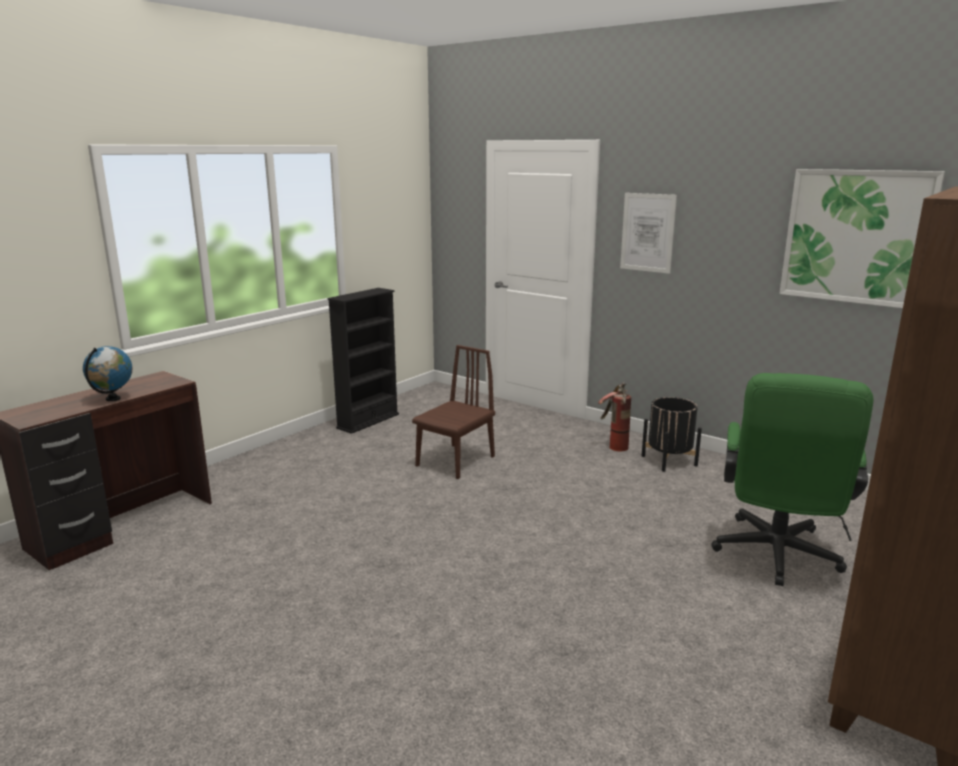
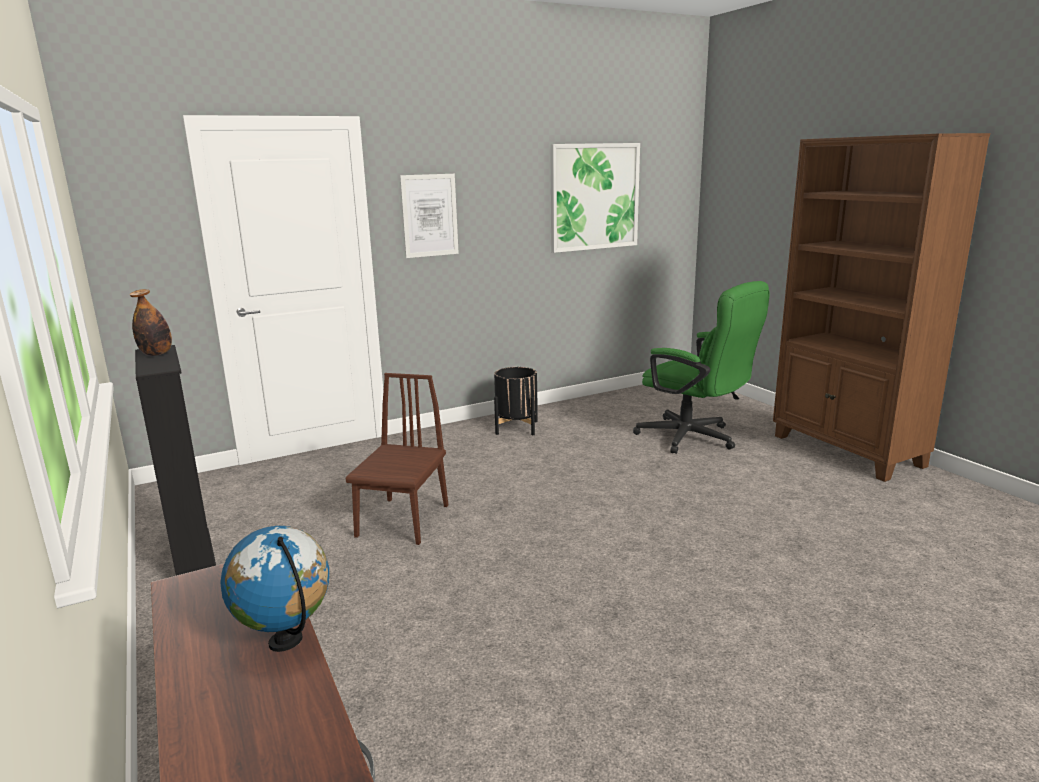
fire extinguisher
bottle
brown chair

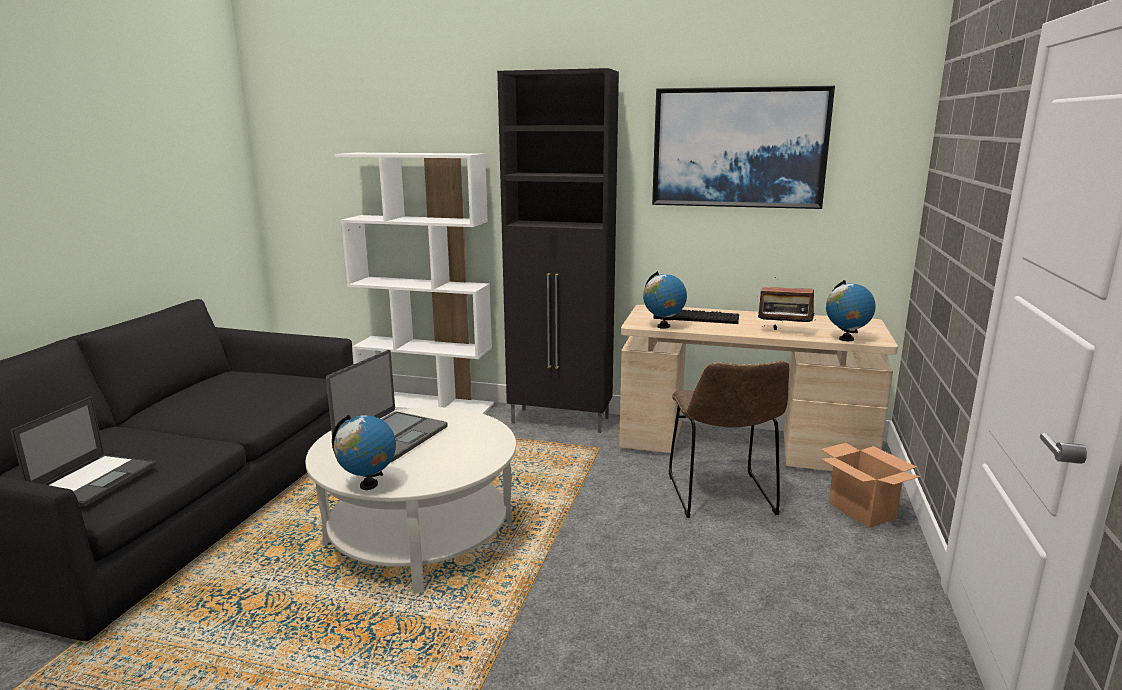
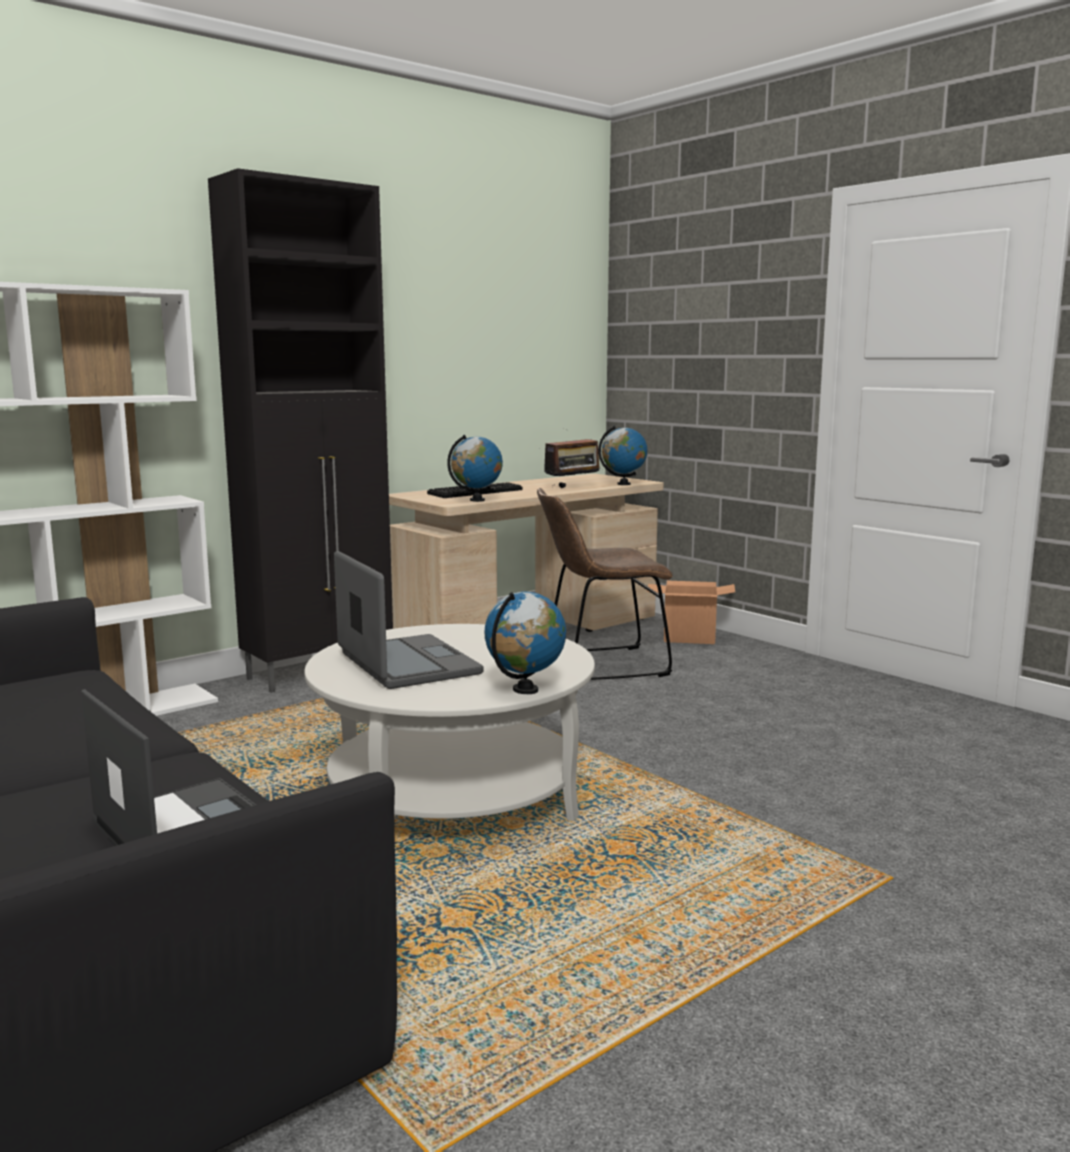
picture
brown chair

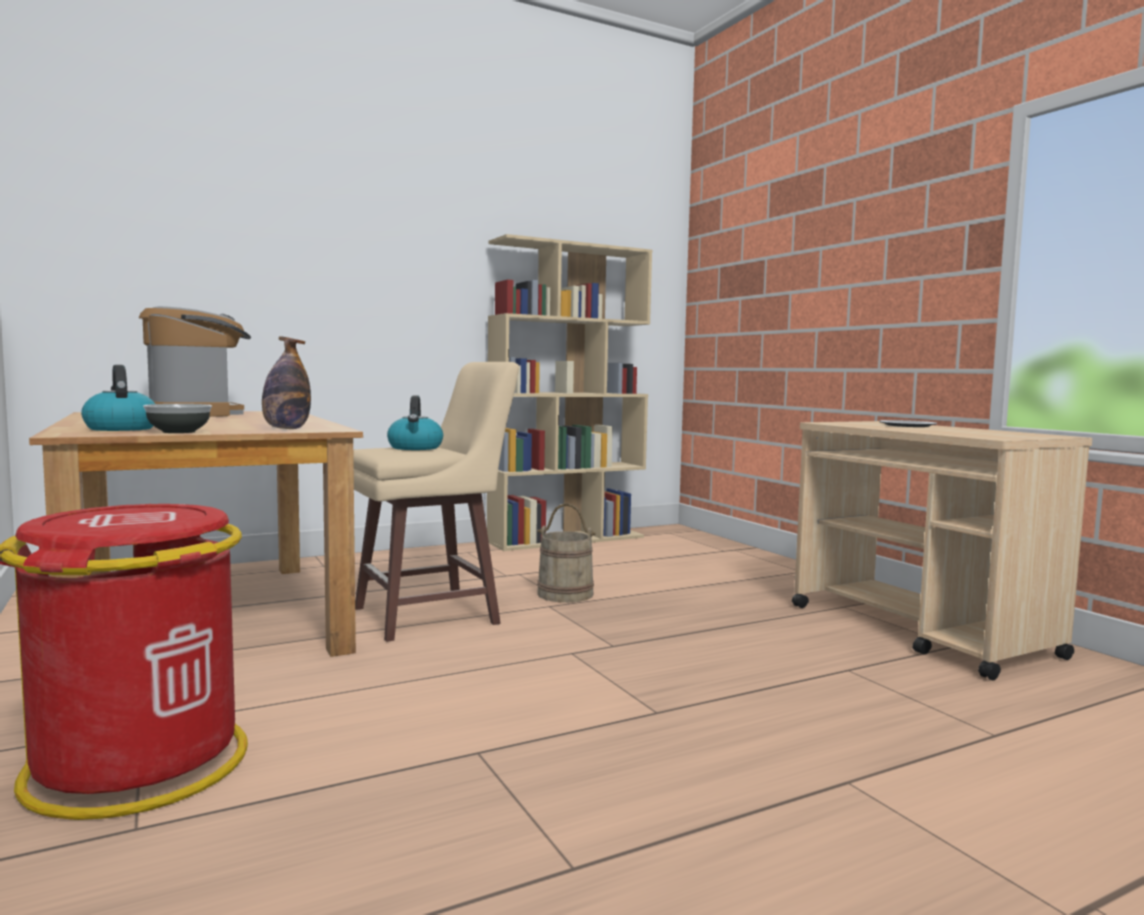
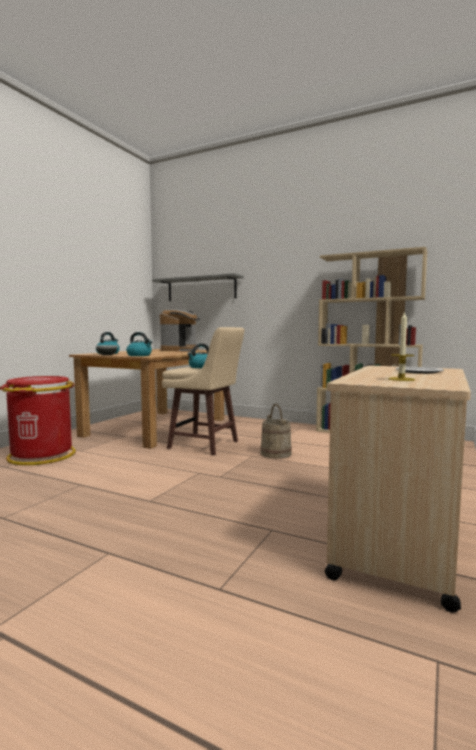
grey shelf
candle
kettle (2nd from left)

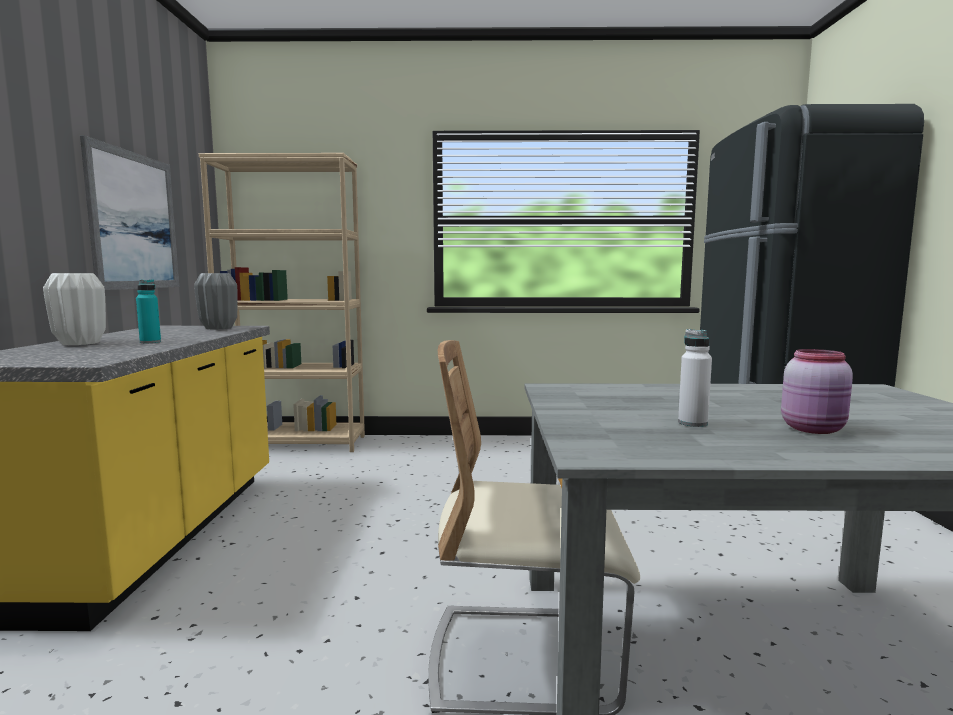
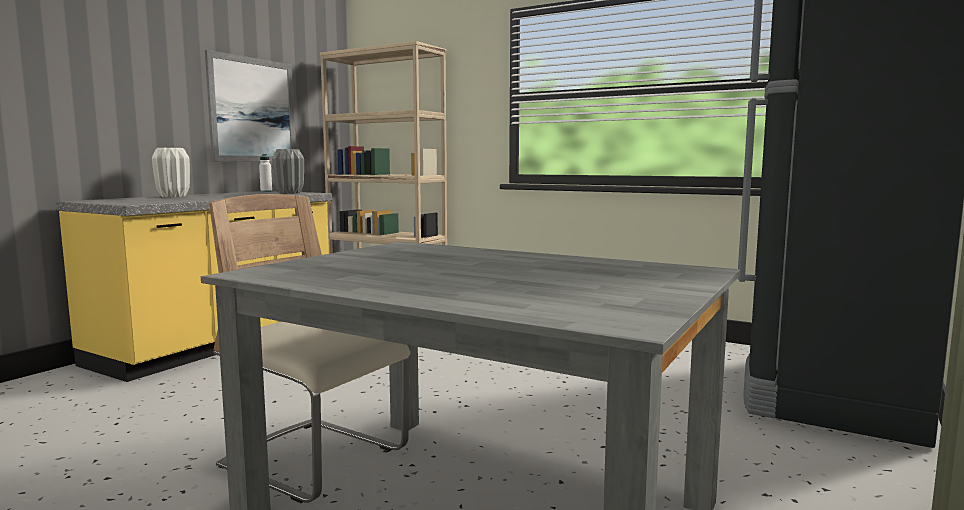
turquoise bottle
pink jar
white bottle

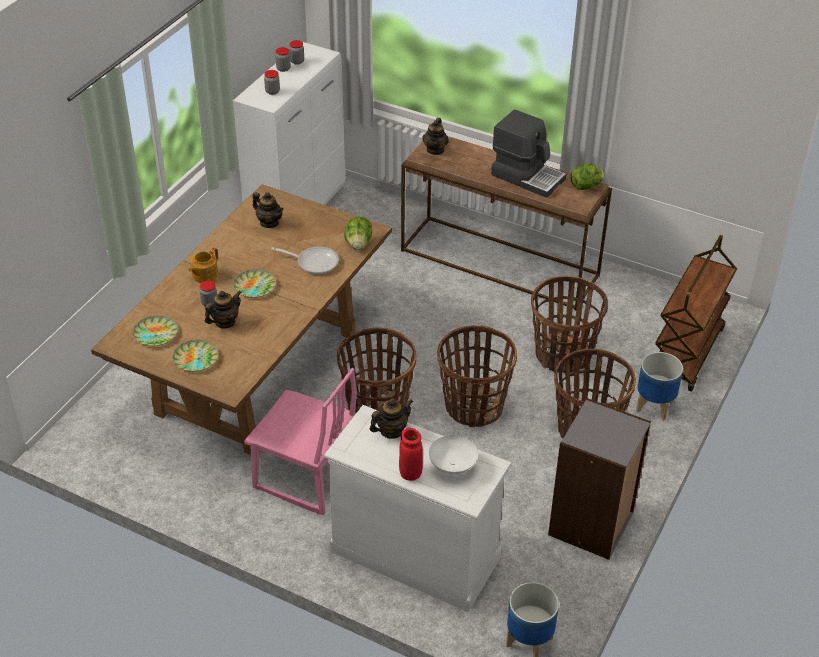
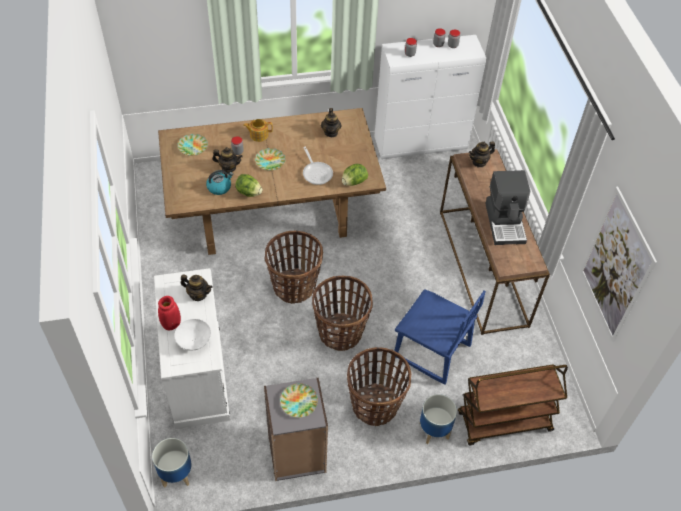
pink chair
kettle
picture
plate (3rd from left)
lettuce (1st from left)
blue chair

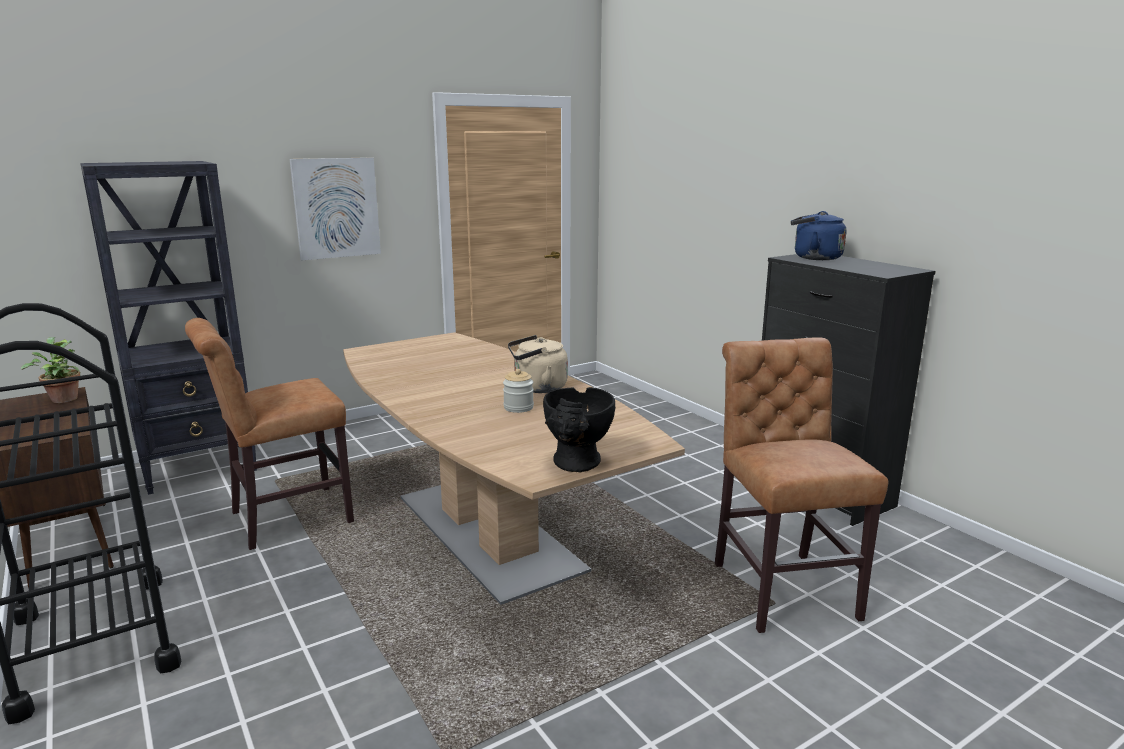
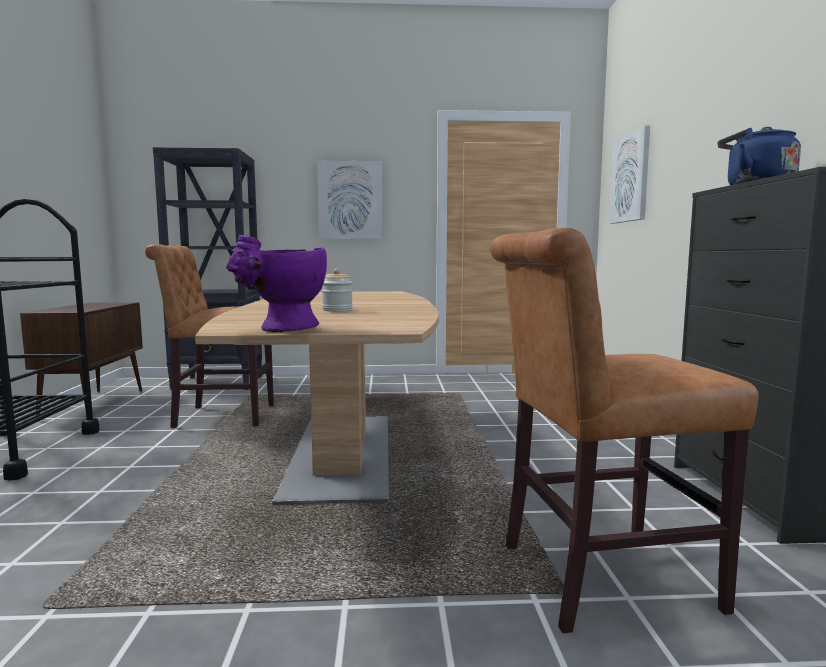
potted plant
beige kettle
picture (2nd from left)
purple vase
brown chair (2nd from left)

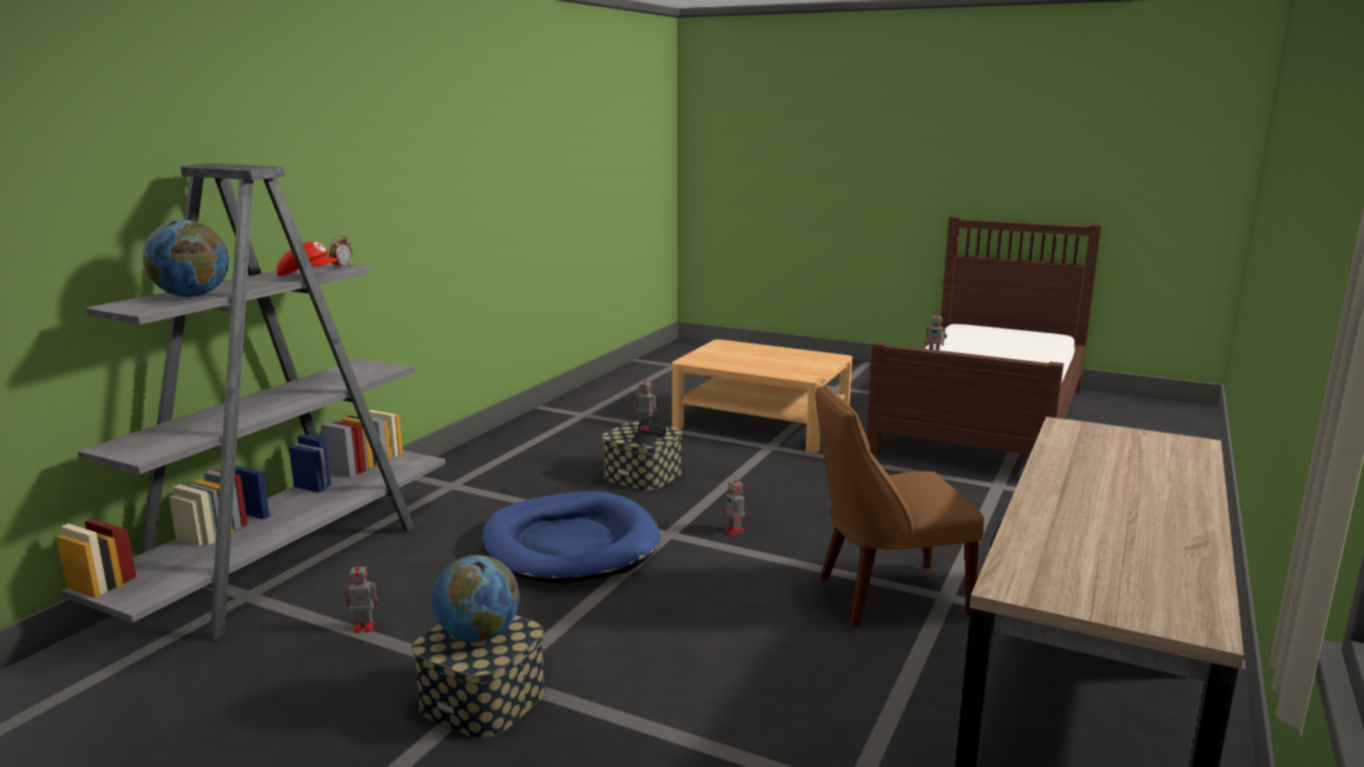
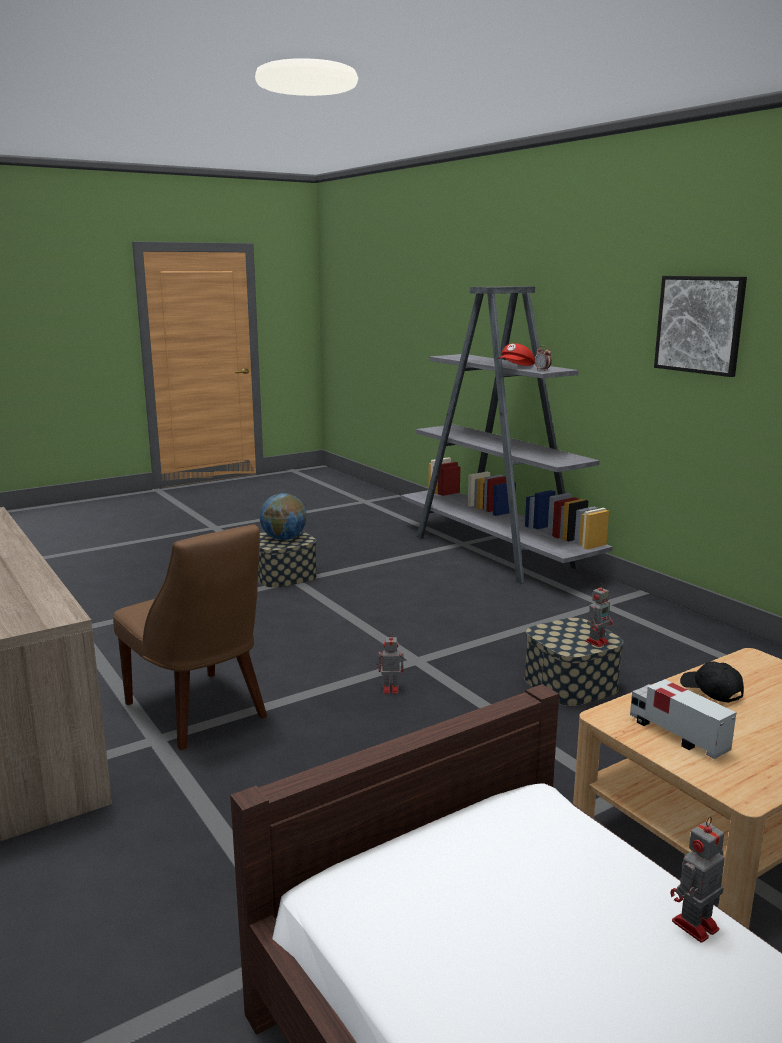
globe (1st from left in the first image)
toy robot (1st from left in the first image)
blue dog bed
toy truck
picture
black cap
brown chair

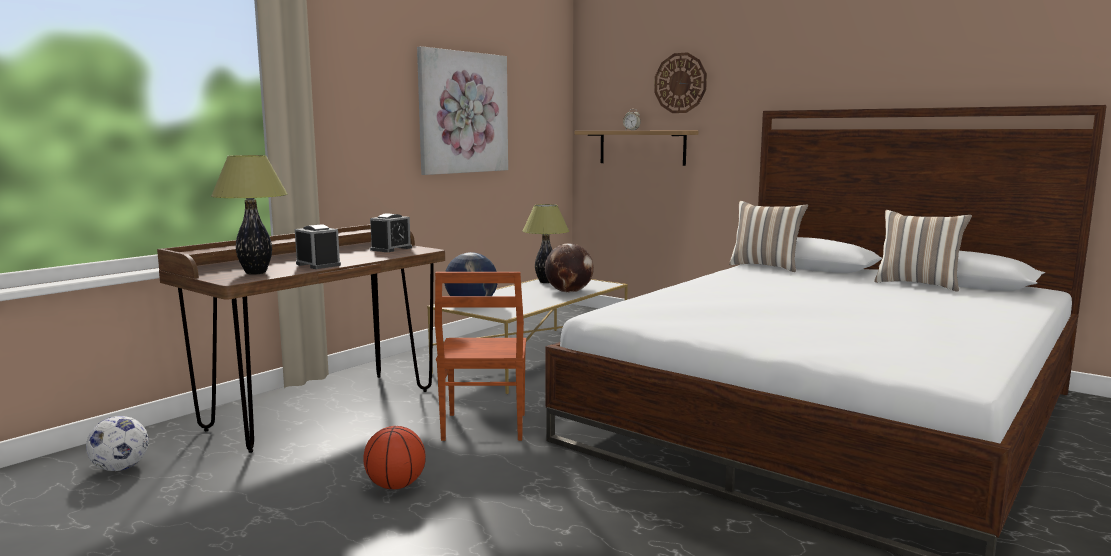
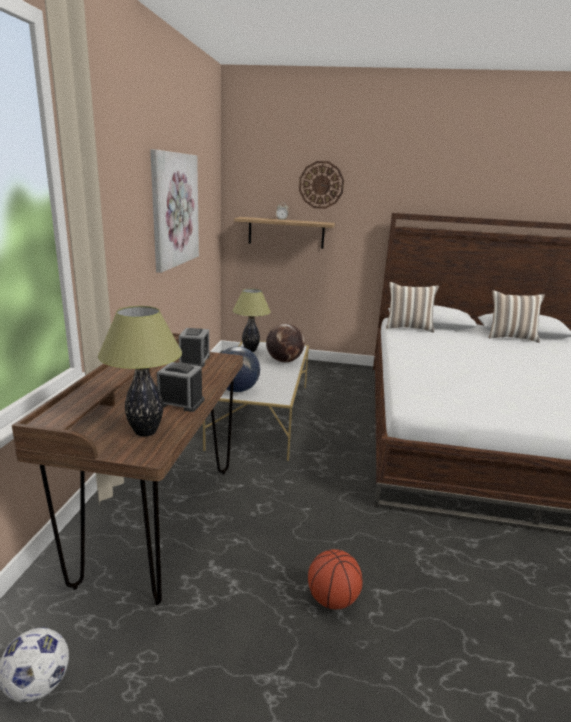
brown chair

